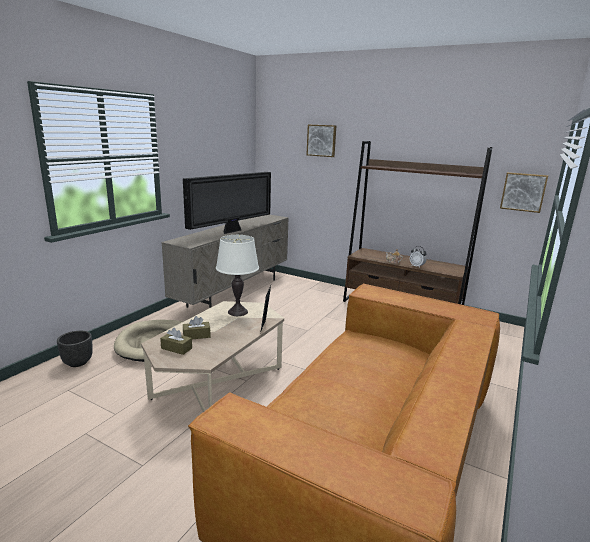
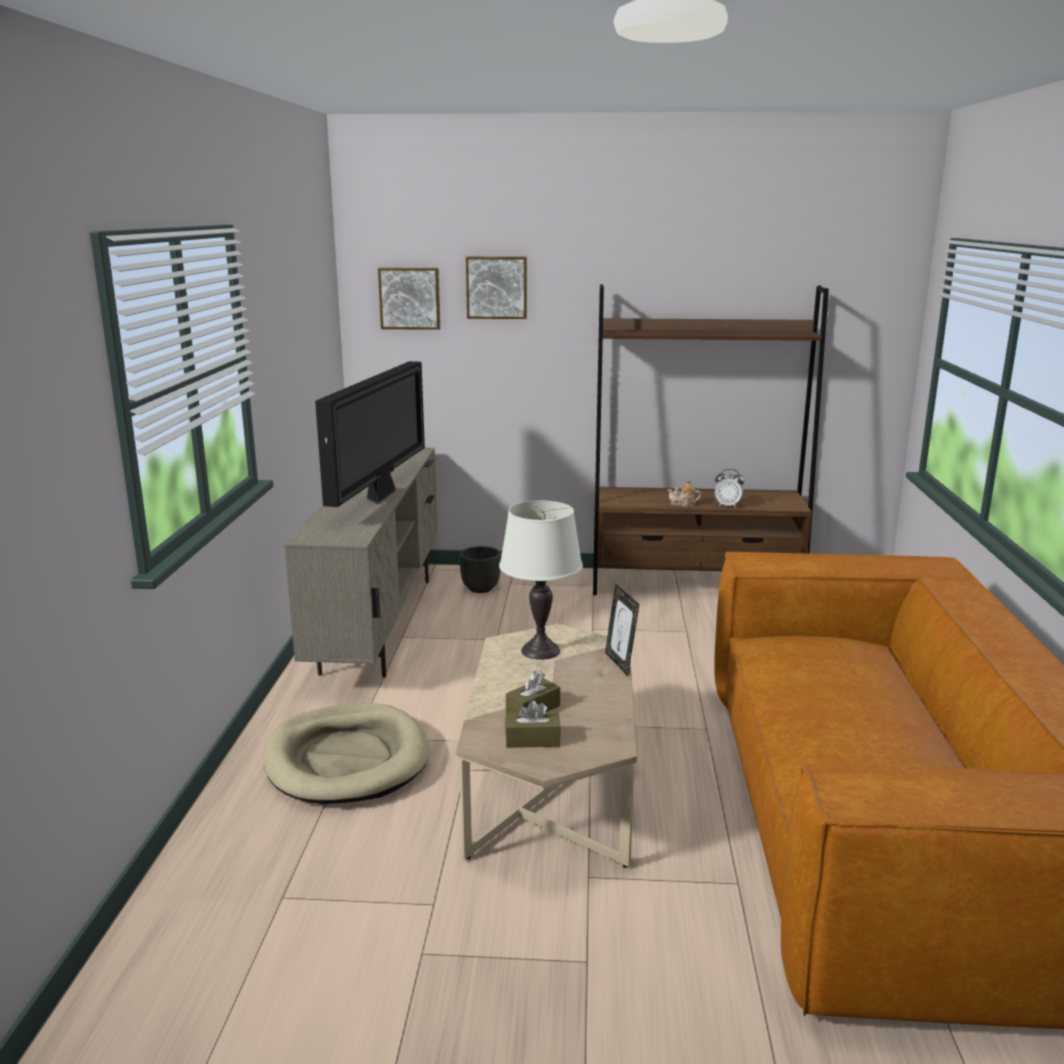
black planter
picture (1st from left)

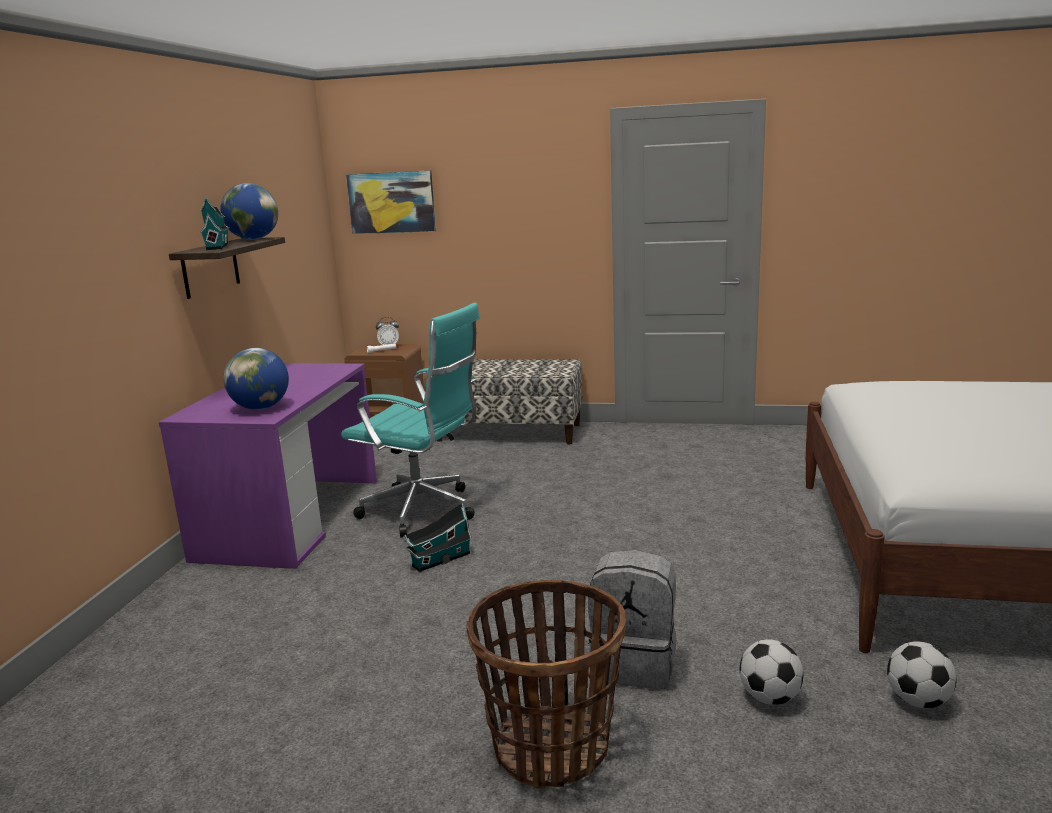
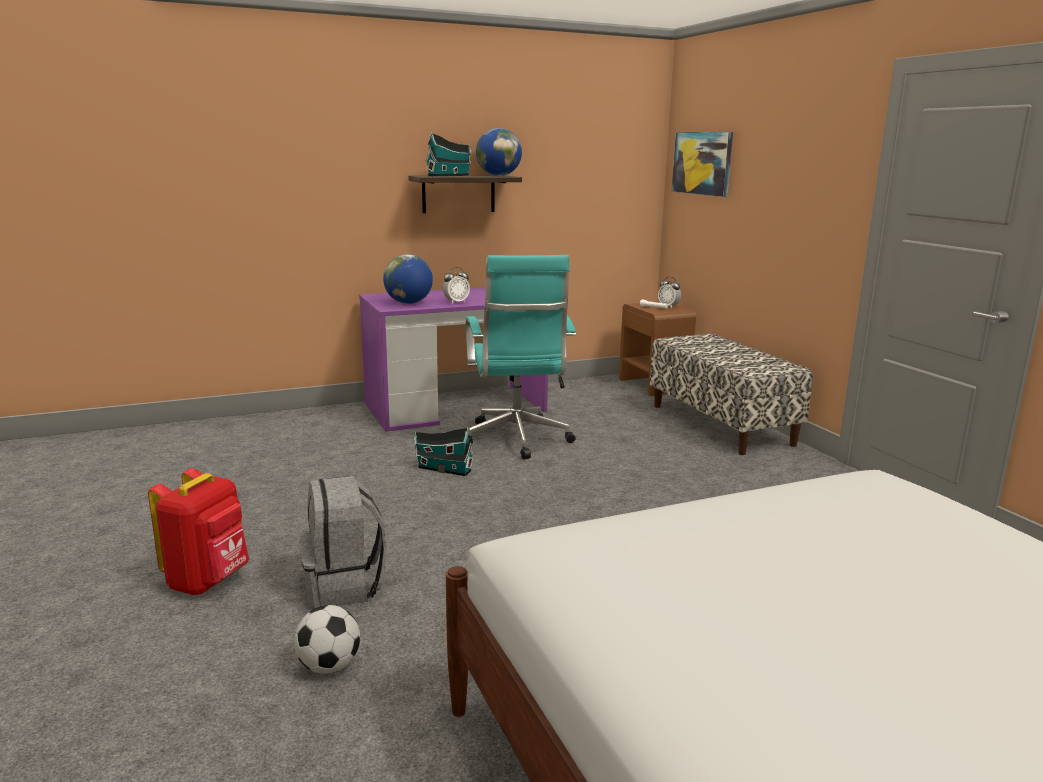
football (2nd from left in the first image)
alarm clock (1st from left)
red backpack

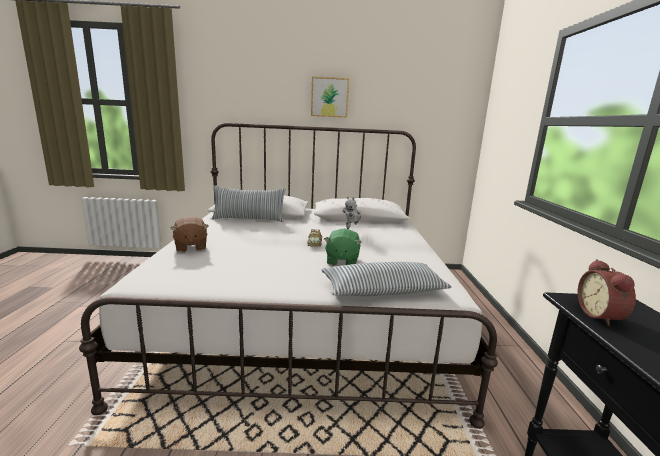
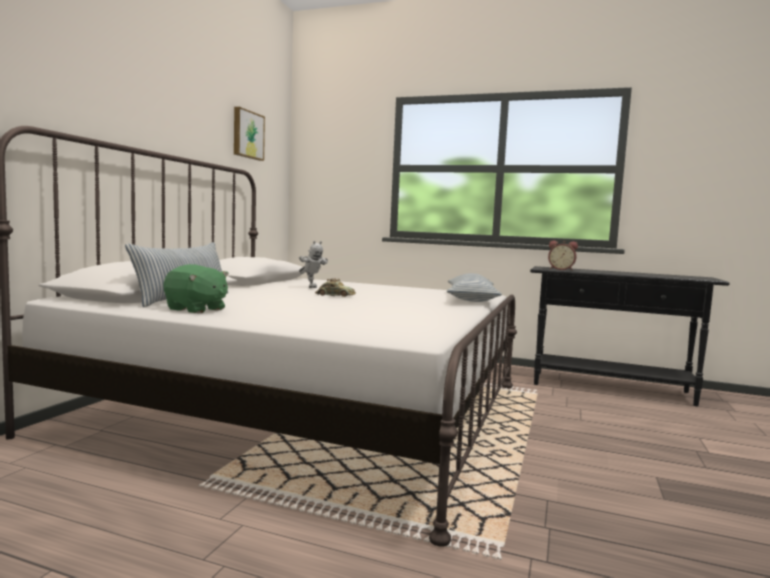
brown plush toy
picture
green plush toy

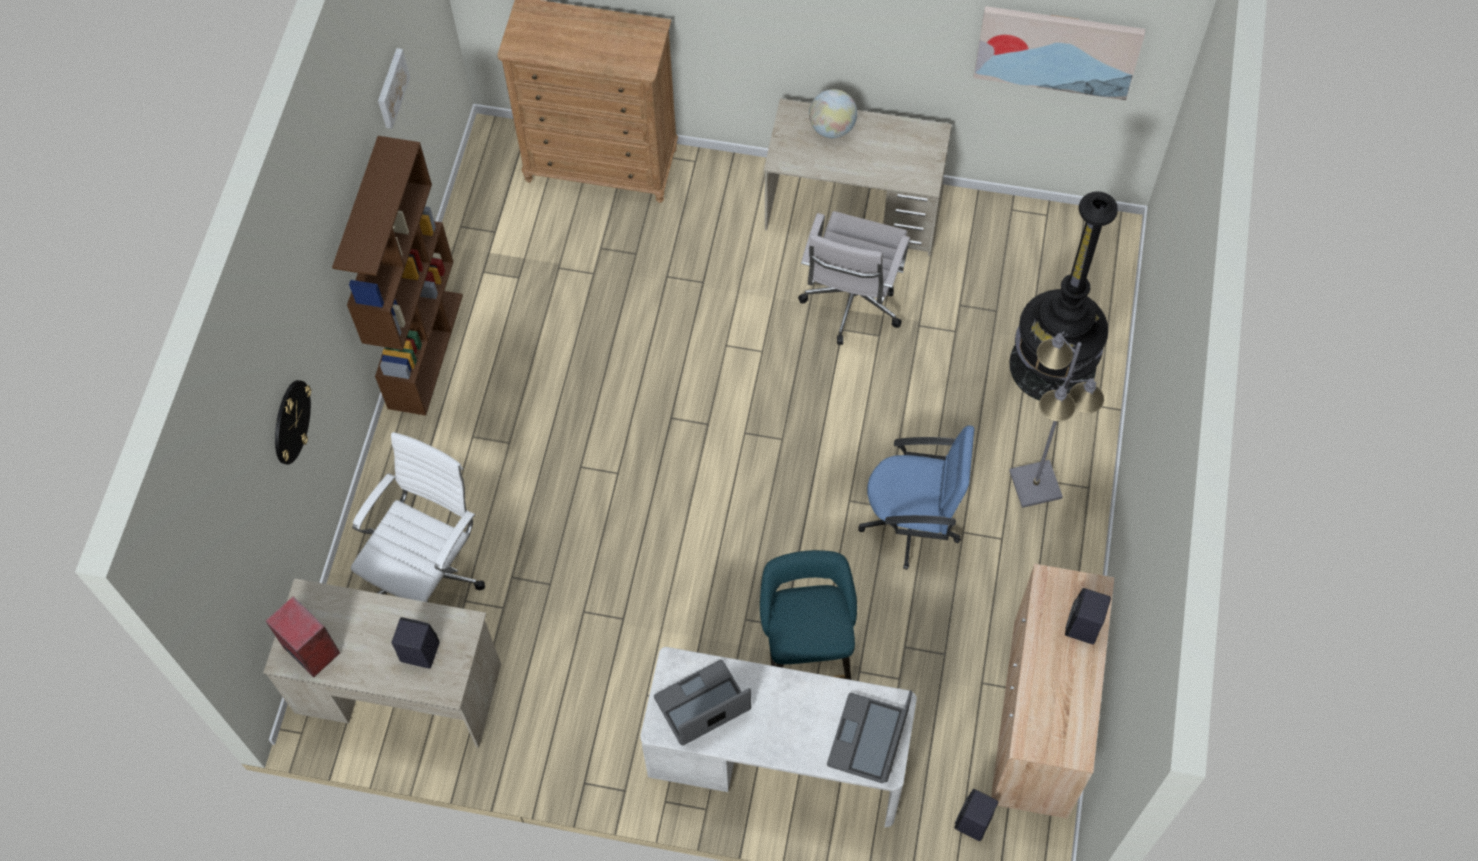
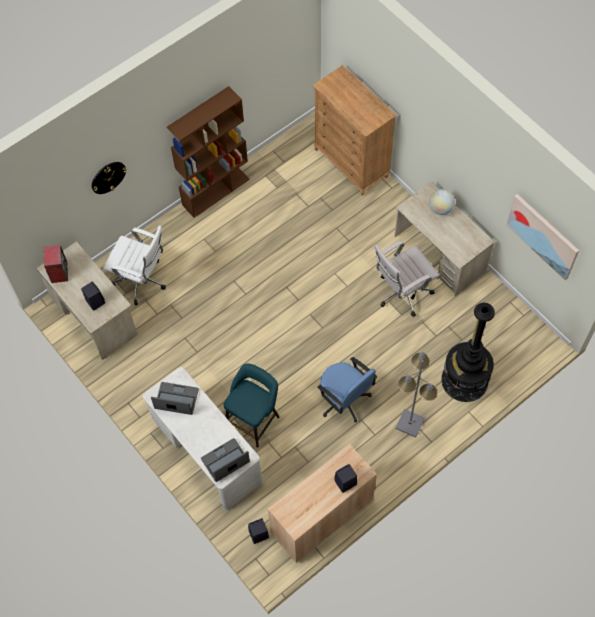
picture (1st from left in the first image)
white office chair (1st from left)

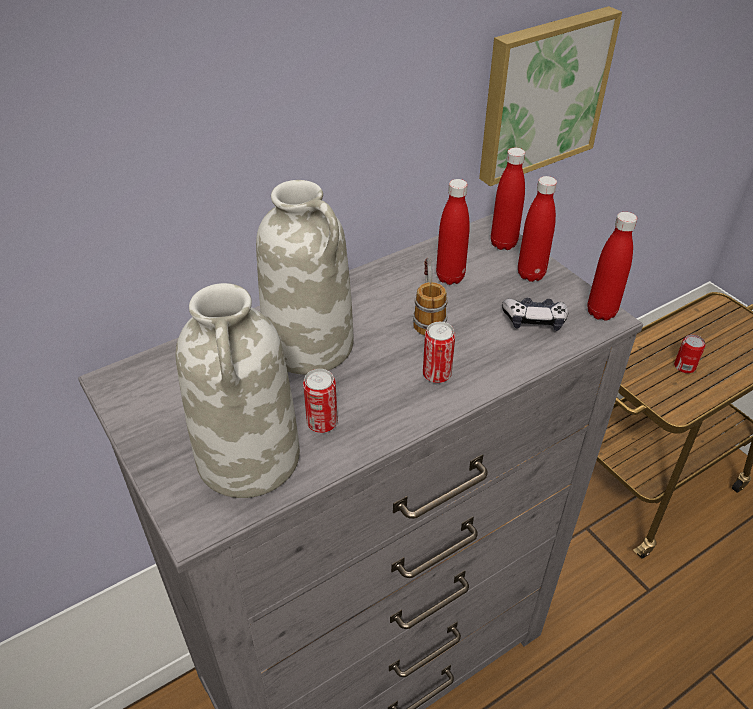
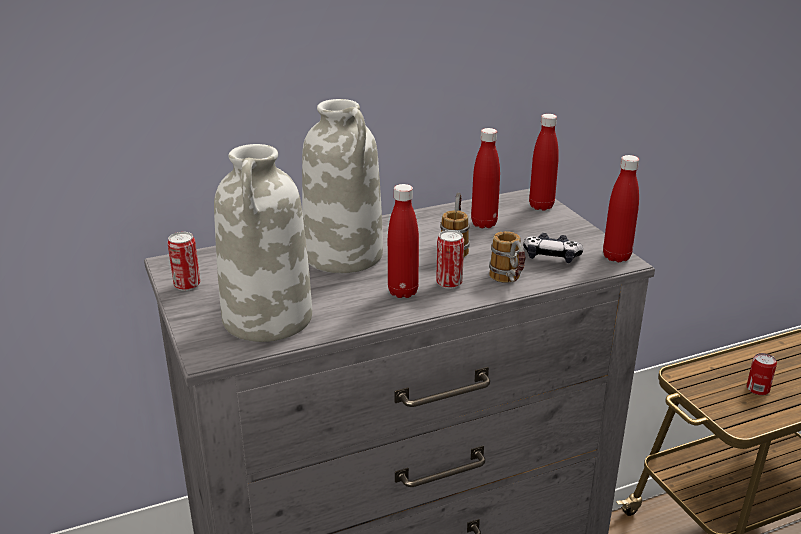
picture
mug (2nd from left)
can (1st from left)
red bottle (1st from left)

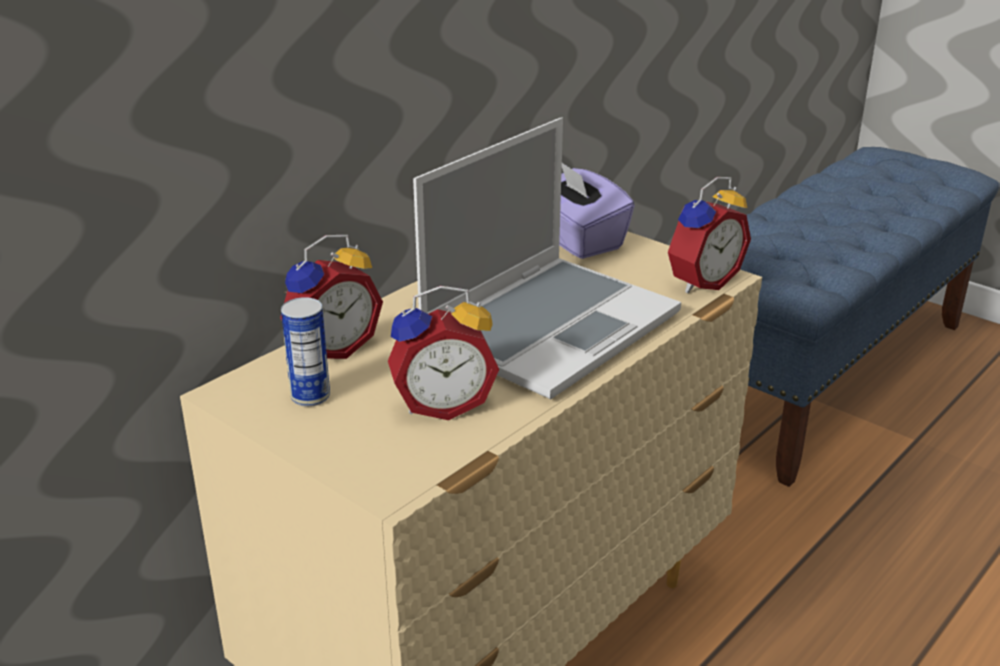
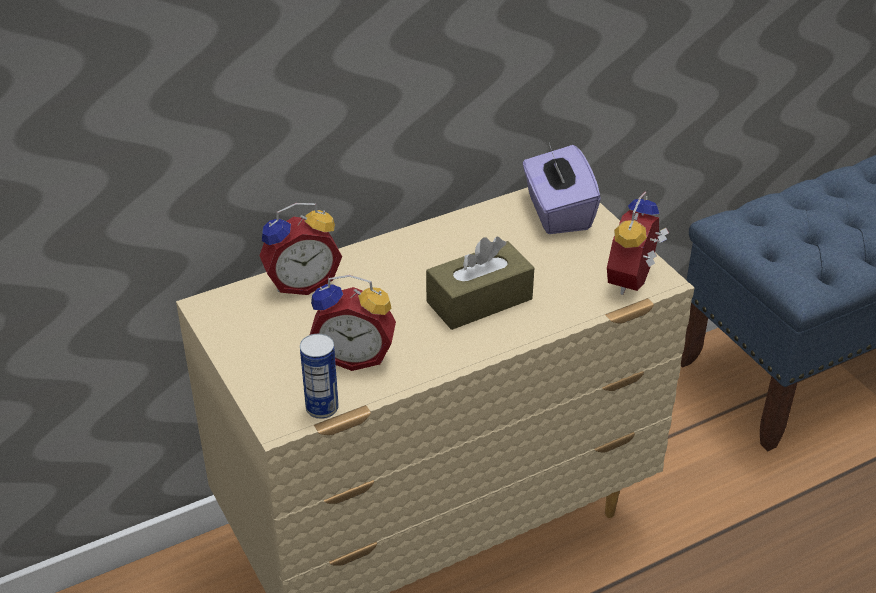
can
brown tissue box
alarm clock (3rd from left)

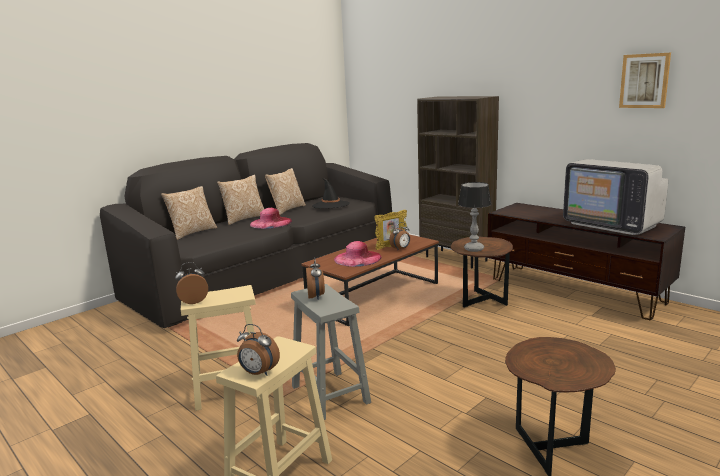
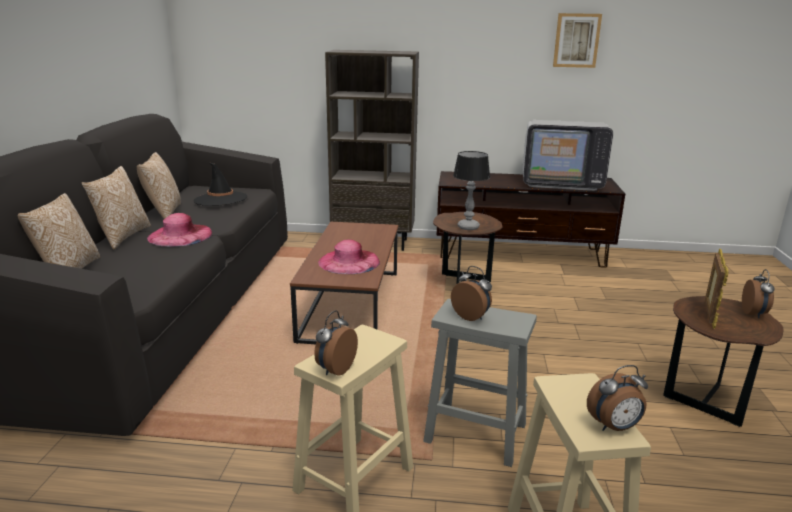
picture frame
alarm clock (4th from left)

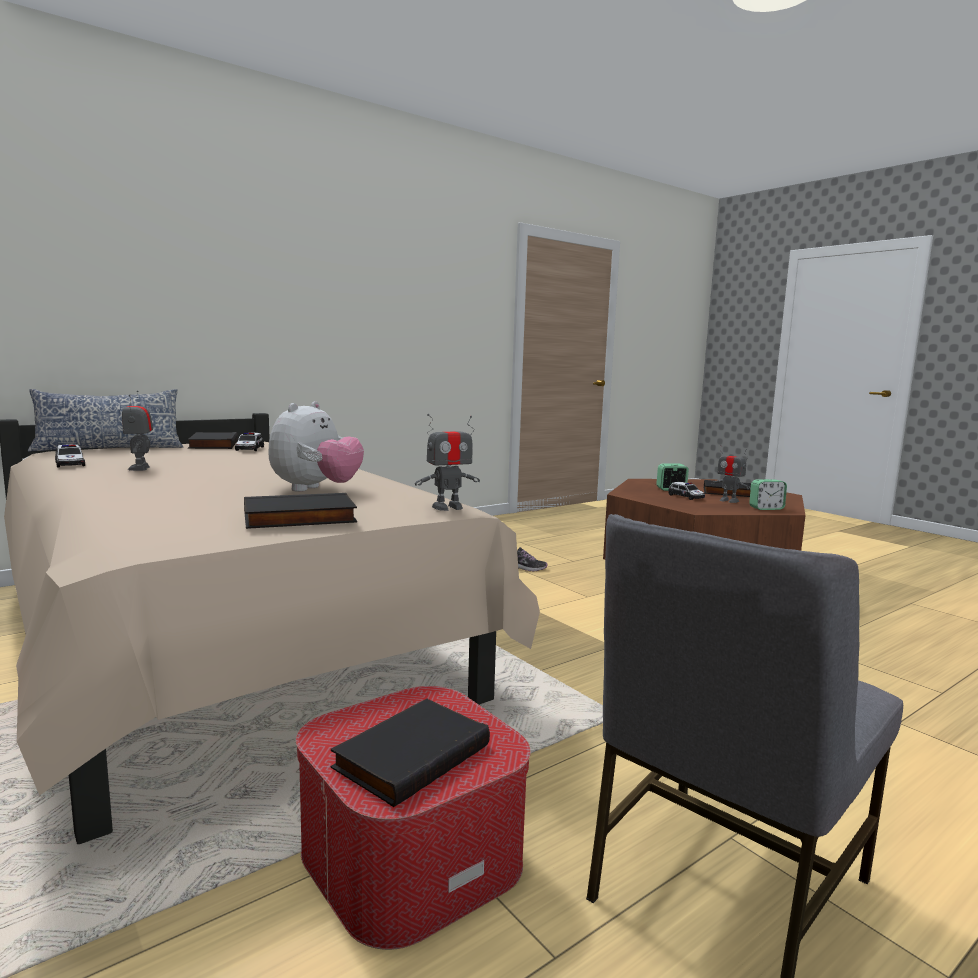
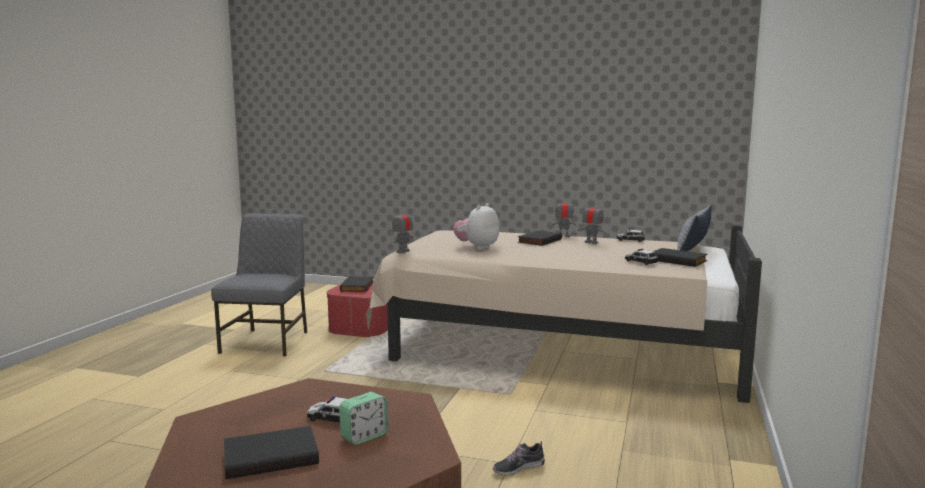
alarm clock (2nd from left in the first image)
black book (3rd from left)
toy robot (2nd from left)
plush toy

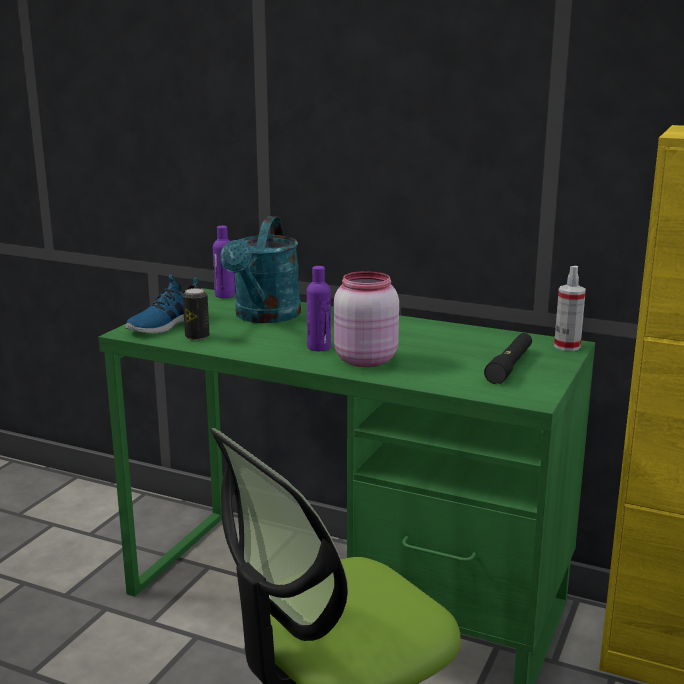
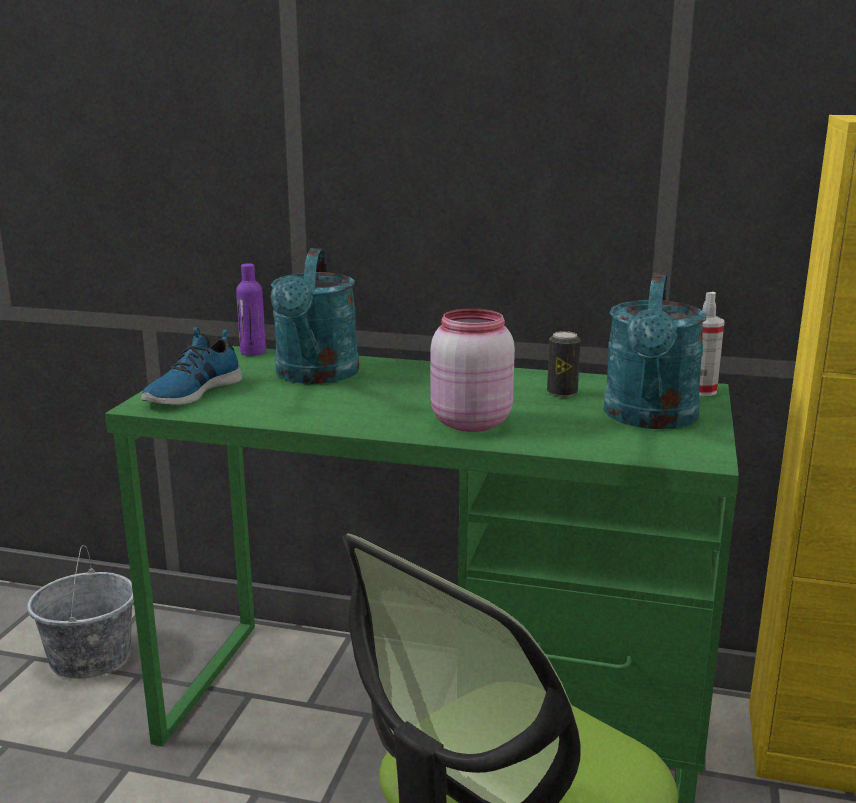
purple bottle (2nd from left in the first image)
grey bucket
can
turquoise watering can (2nd from left)

